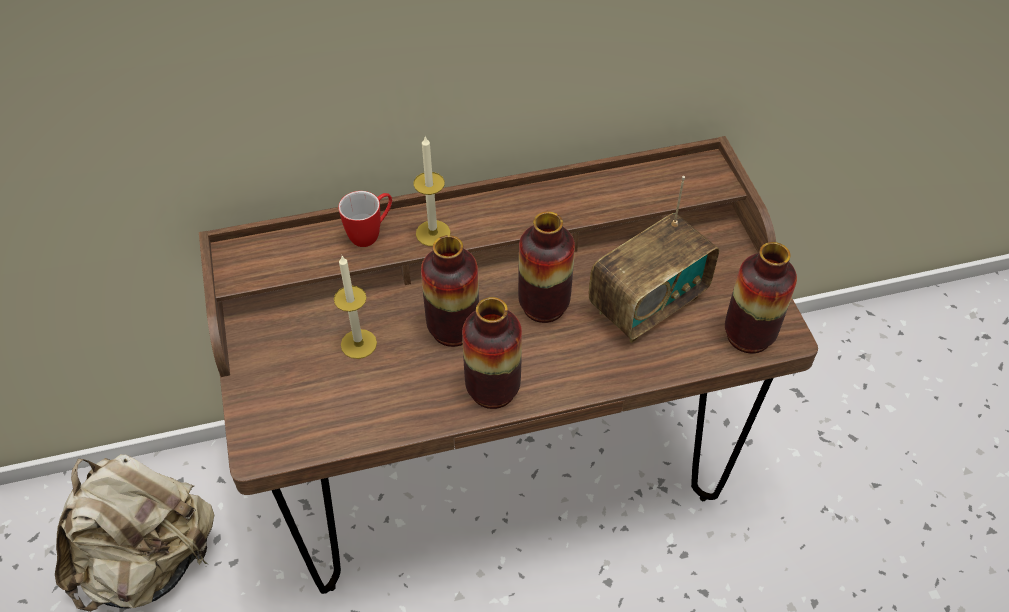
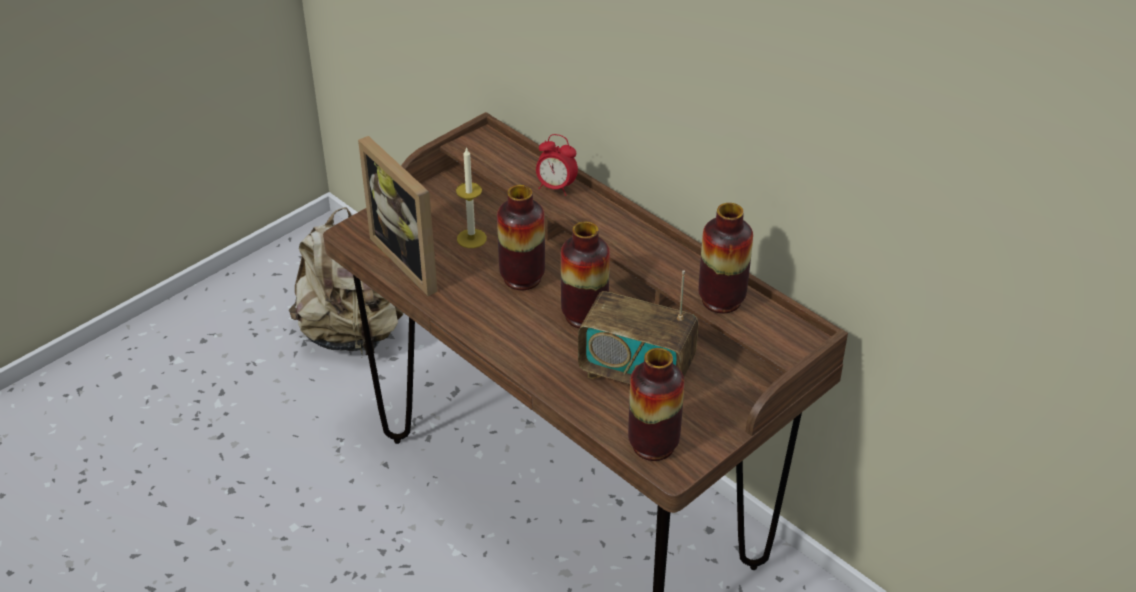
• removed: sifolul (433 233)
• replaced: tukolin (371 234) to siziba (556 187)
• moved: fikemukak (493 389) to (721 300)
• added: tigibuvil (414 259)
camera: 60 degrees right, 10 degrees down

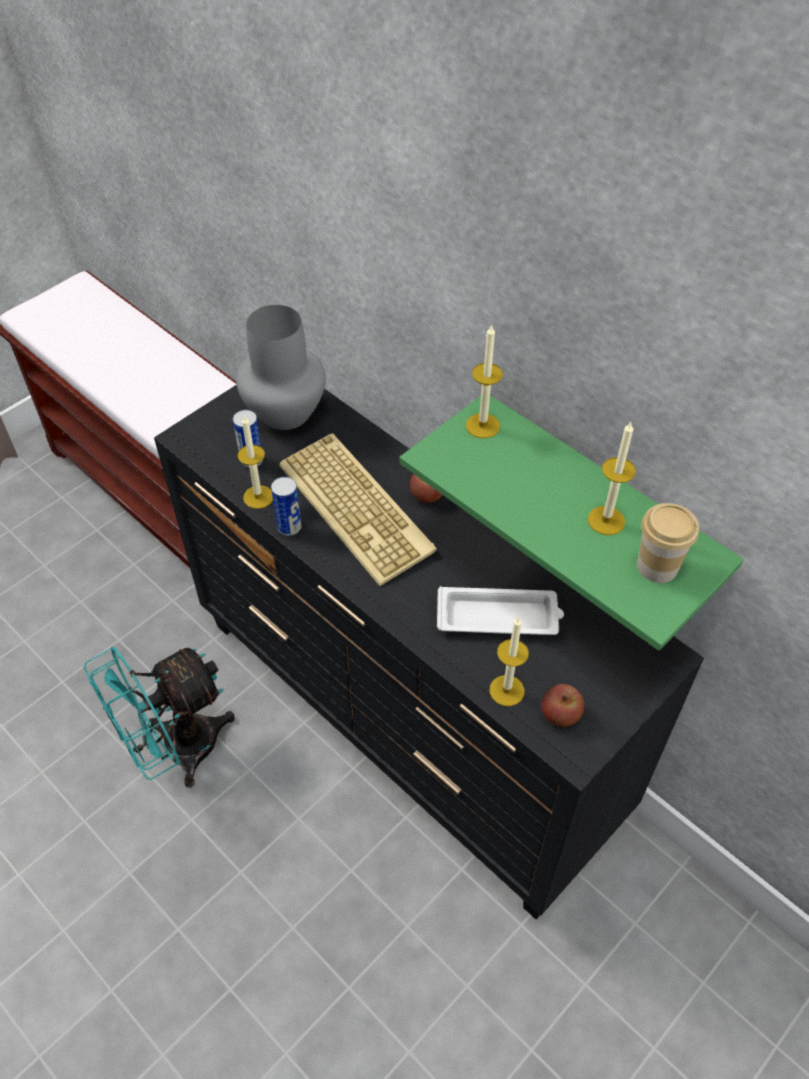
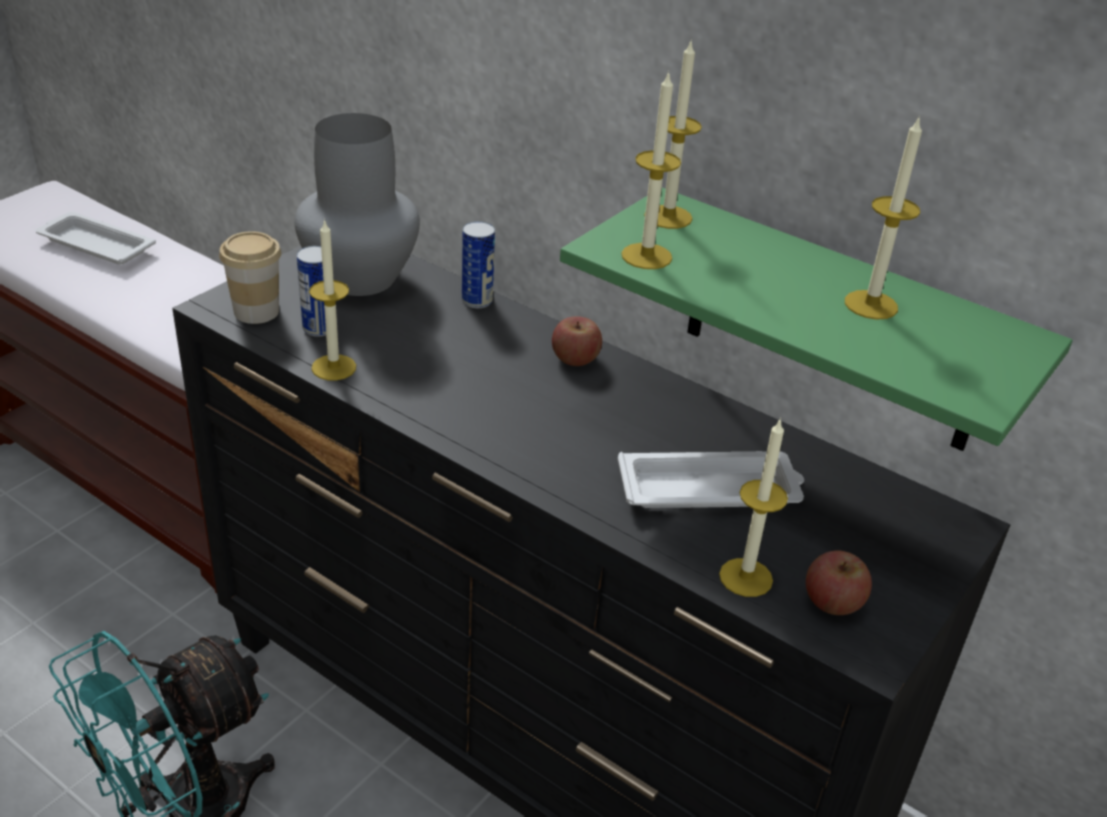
• removed: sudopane (359 508)
• moved: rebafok (289 527) to (477 301)
• moved: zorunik (657 566) to (256 311)
• added: sifolul (646 256)
• added: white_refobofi (95 245)
camera: 10 degrees left, 15 degrees down

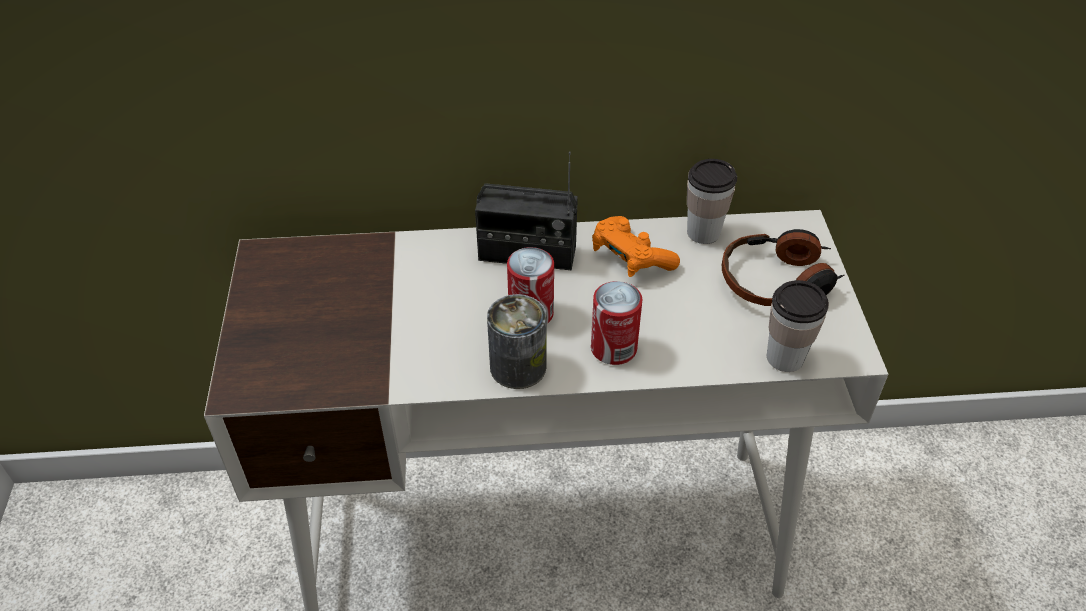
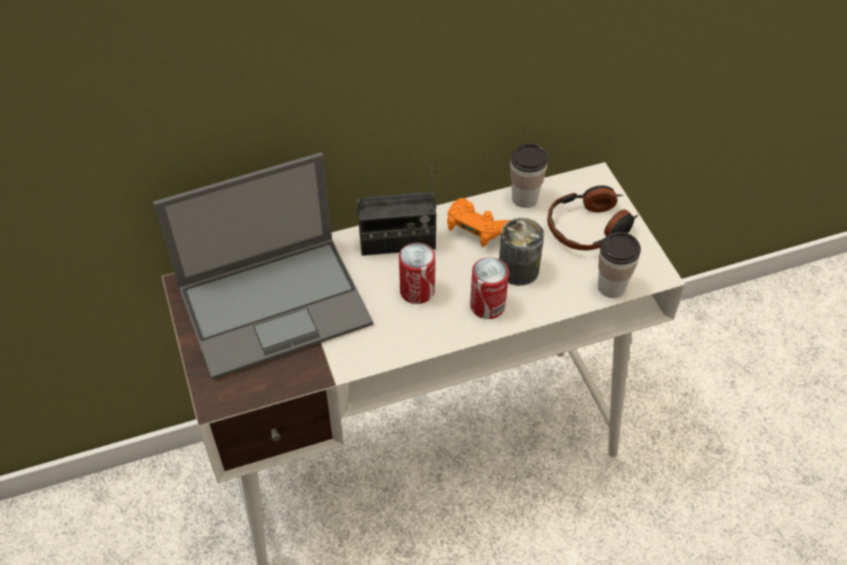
• moved: rebafok (518 367) to (518 269)
• added: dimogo (276 304)
camera: 15 degrees left, 5 degrees up

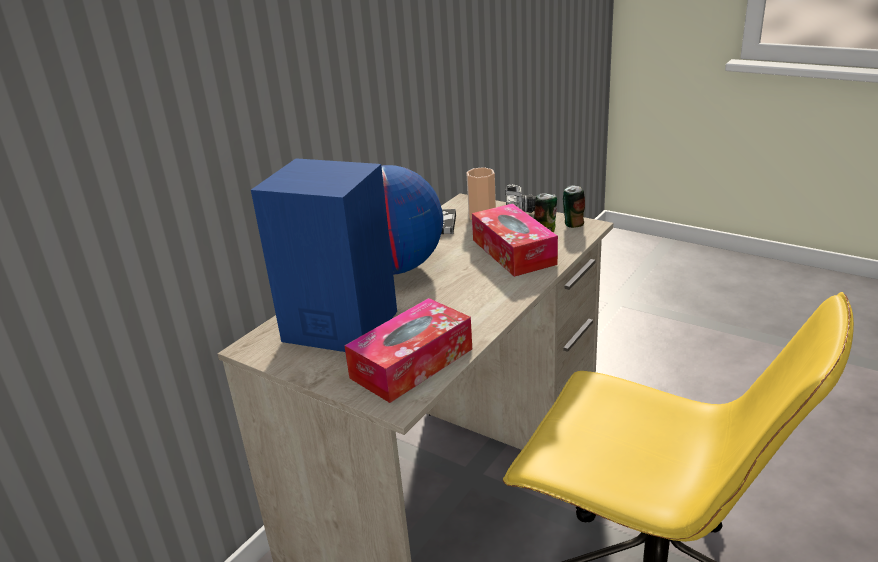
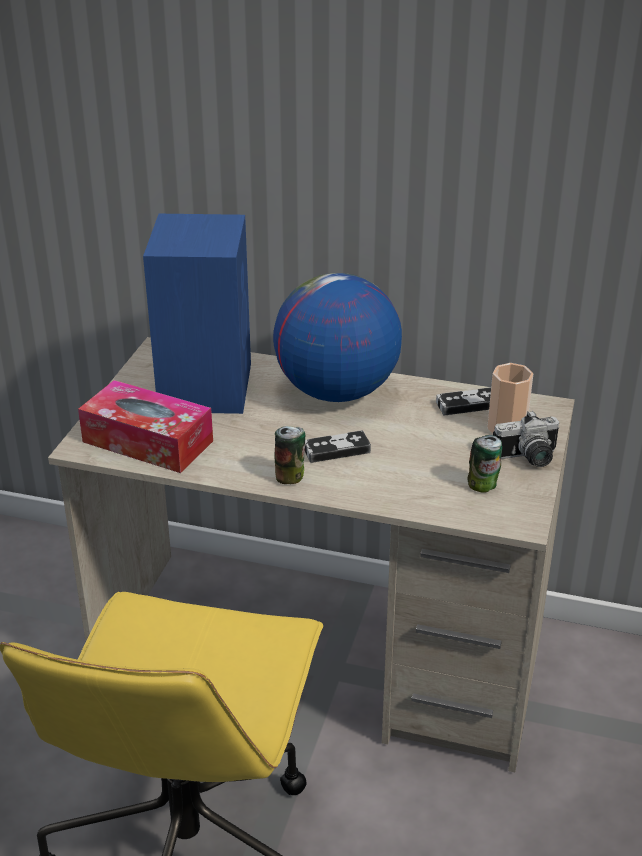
• moved: rebafok (573 224) to (290 477)
• removed: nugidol (513 252)
• added: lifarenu (336 450)
camera: 70 degrees right, 5 degrees up

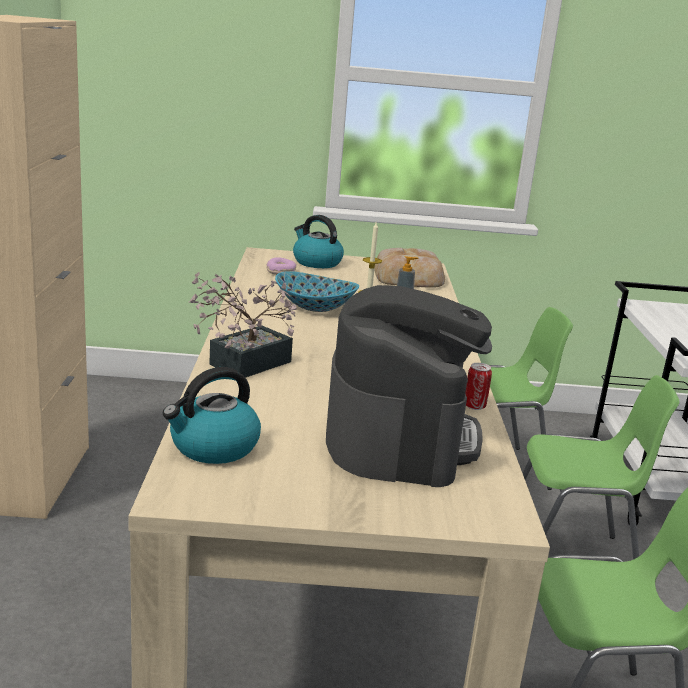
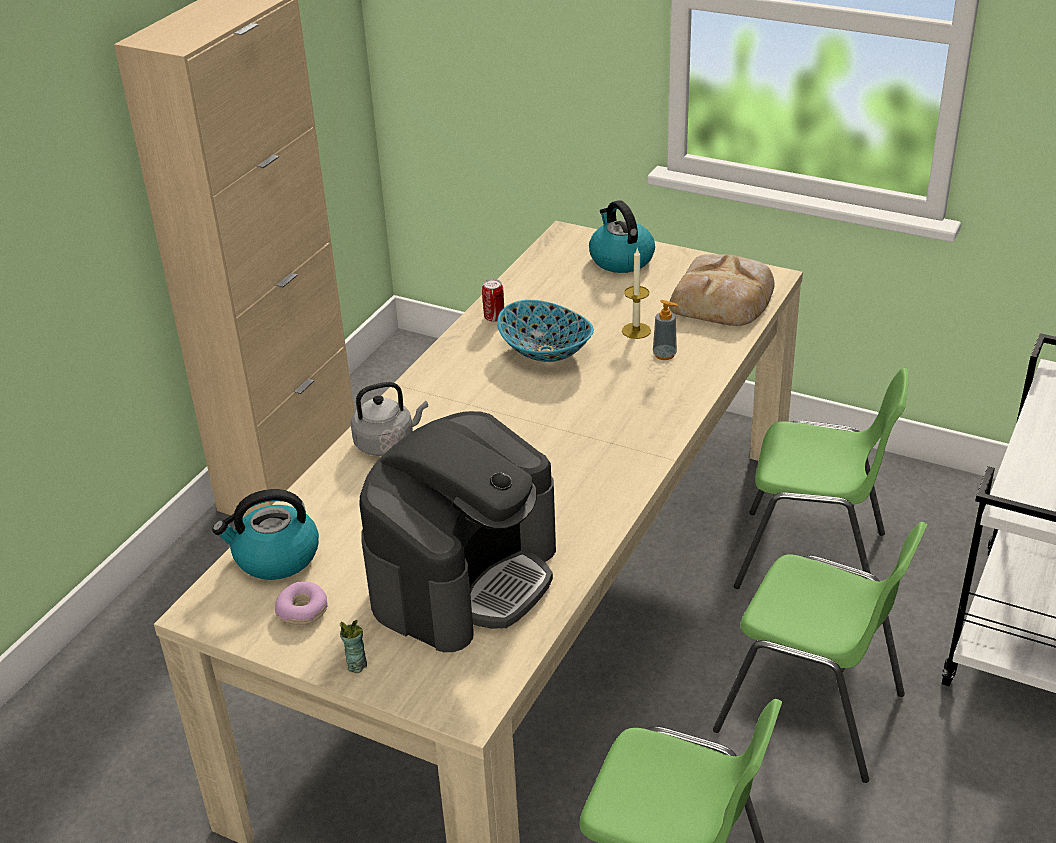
• moved: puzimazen (281 272) to (303 610)
• replaced: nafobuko (242 365) to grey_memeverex (387 443)
• moved: rebafok (474 406) to (494 317)
• added: zorunik (356 665)
camera: 30 degrees right, 15 degrees up

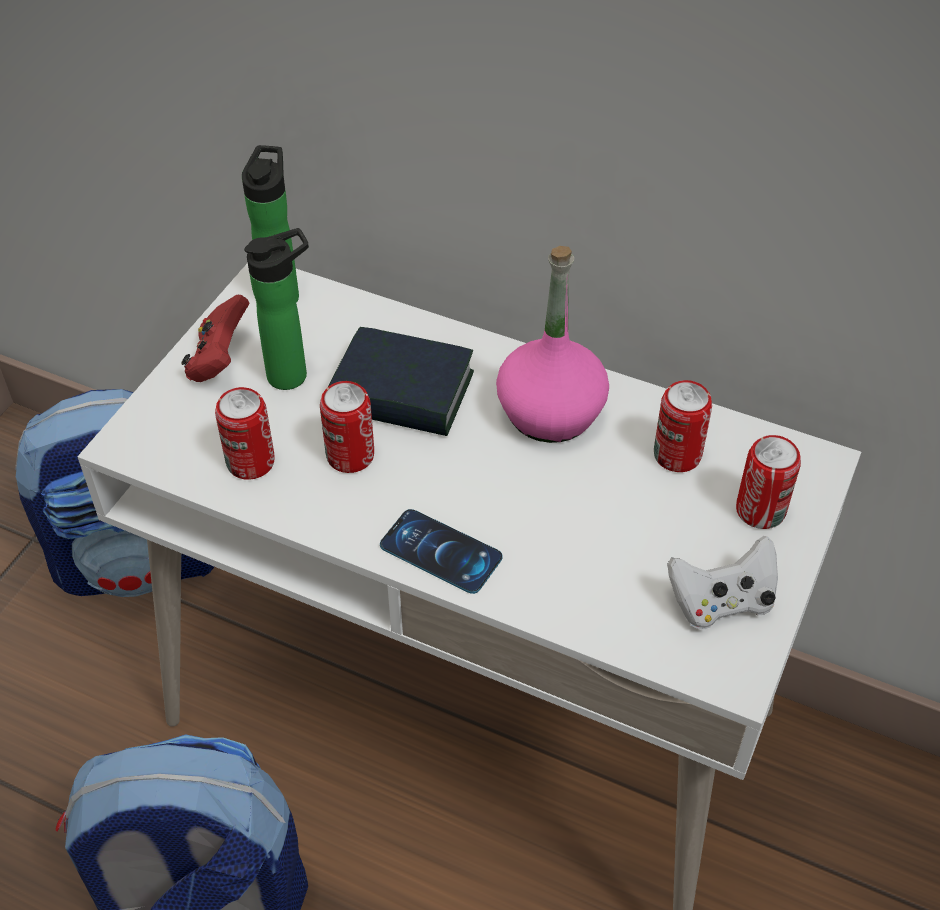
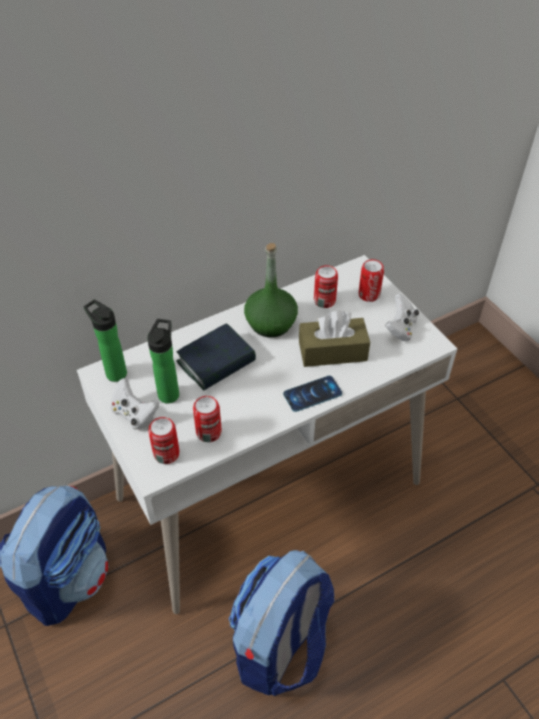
• recoloured: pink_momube (550 413) to green_momube (270 323)
• recoloured: red_lifarenu (219 360) to white_lifarenu (134 414)
• moved: rebafok (350 456) to (166 453)
• added: brown_nugidol (332 351)
camera: 55 degrees left, 0 degrees up

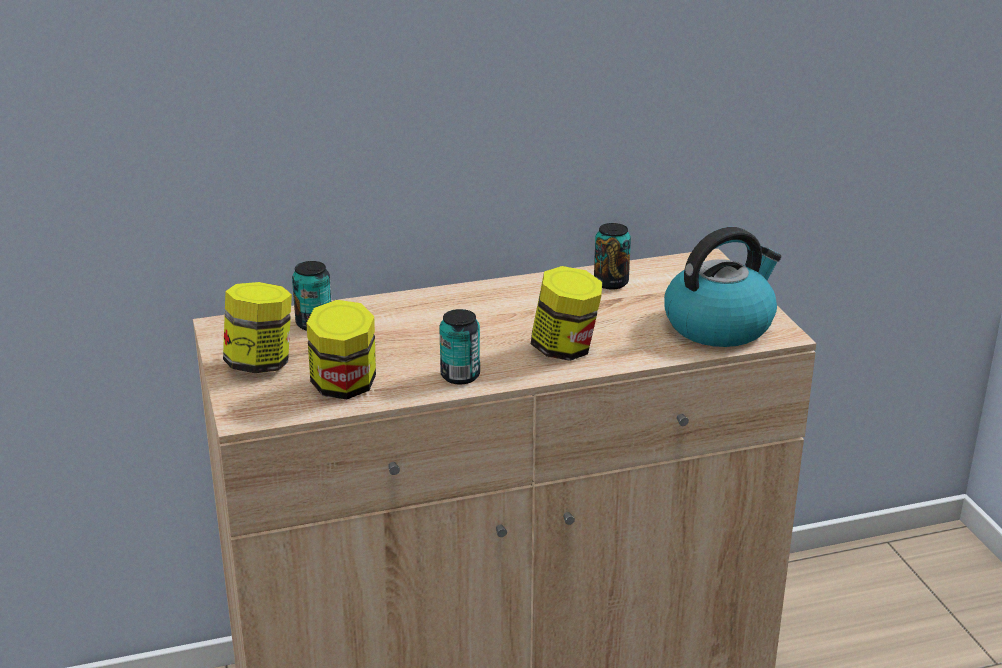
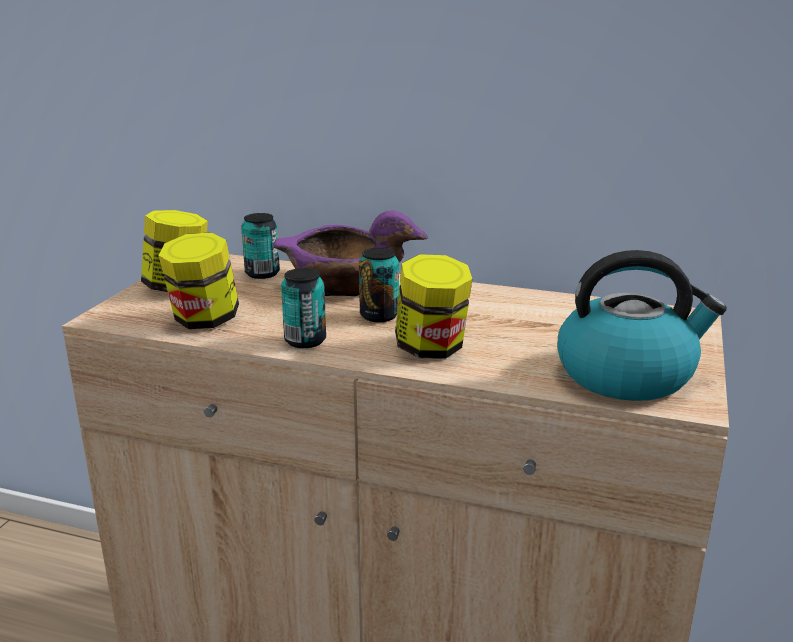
• moved: rebafok (611 283) to (379 315)
• added: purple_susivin (343 284)
camera: 35 degrees right, 5 degrees down

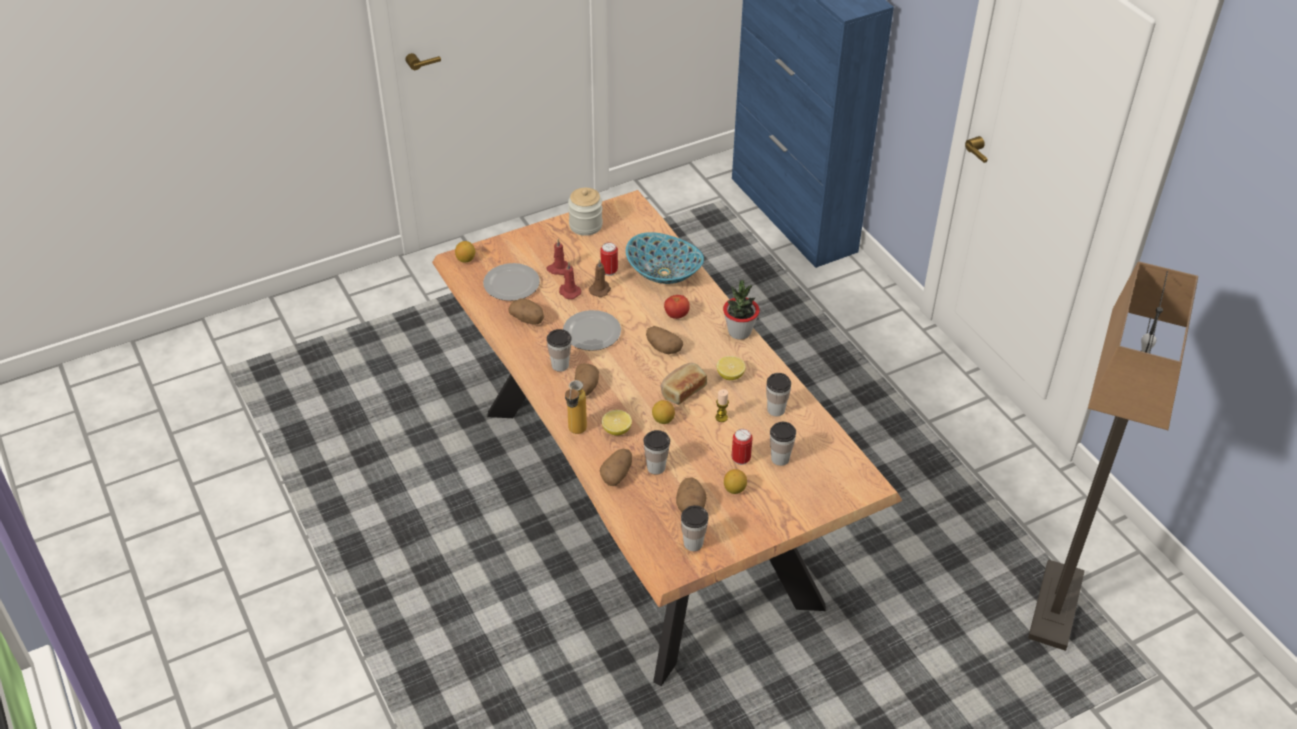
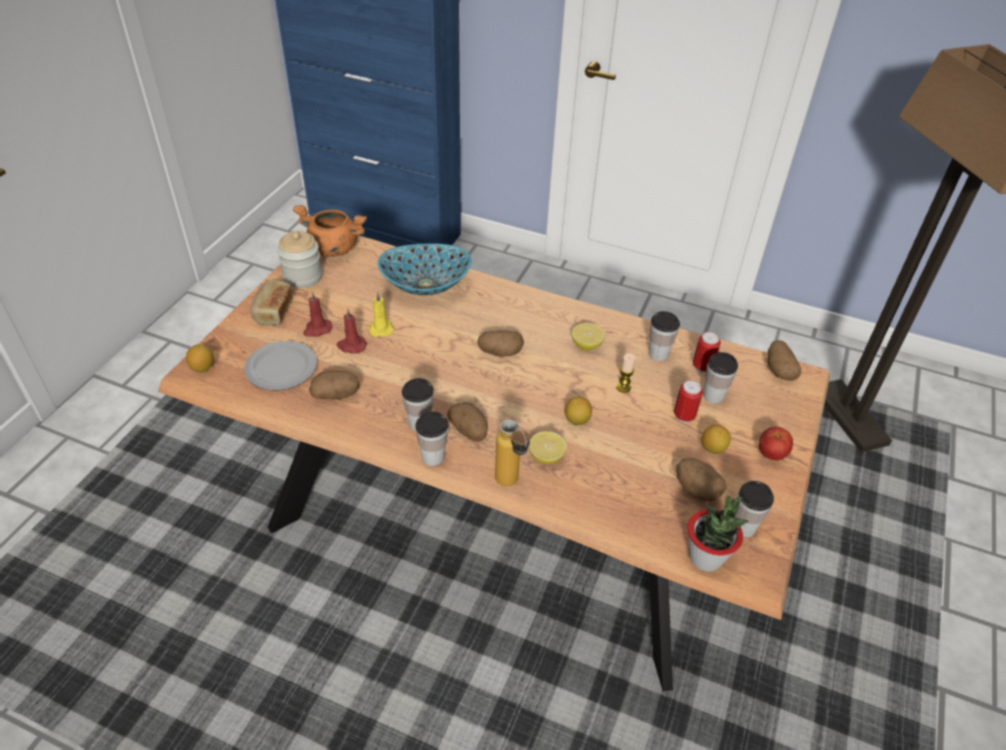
• moved: rebafok (609 271) to (702 367)
• recoloured: brown_sifolul (600 289) to yellow_sifolul (381 328)
• moved: nafobuko (739 332) to (706 558)
• moved: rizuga (676 315) to (771 453)
• removed: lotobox (590 332)
• moved: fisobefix (682 390) to (272 311)
• moved: zorunik (656 467) to (433 457)
• moved: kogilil (617 474) to (778 370)
• added: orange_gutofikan (333 248)
camera: 40 degrees left, 0 degrees up

